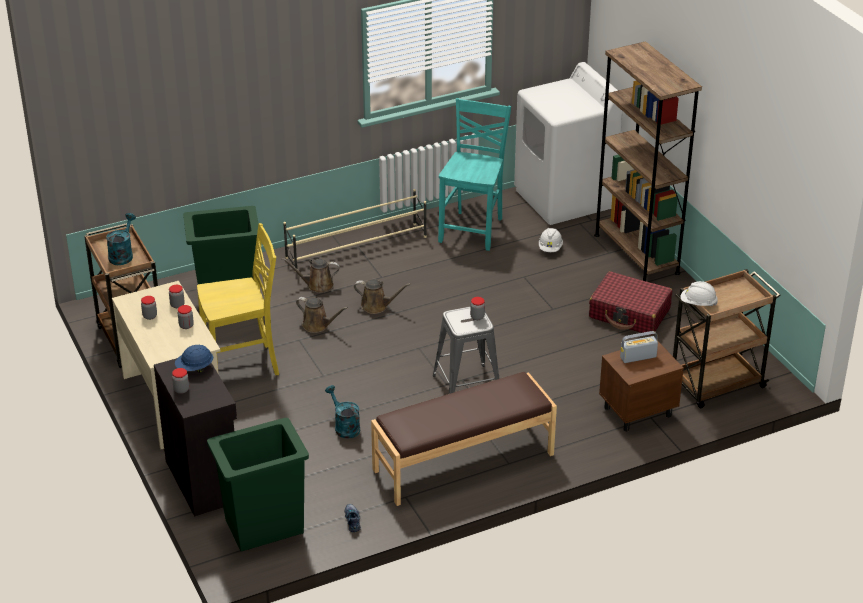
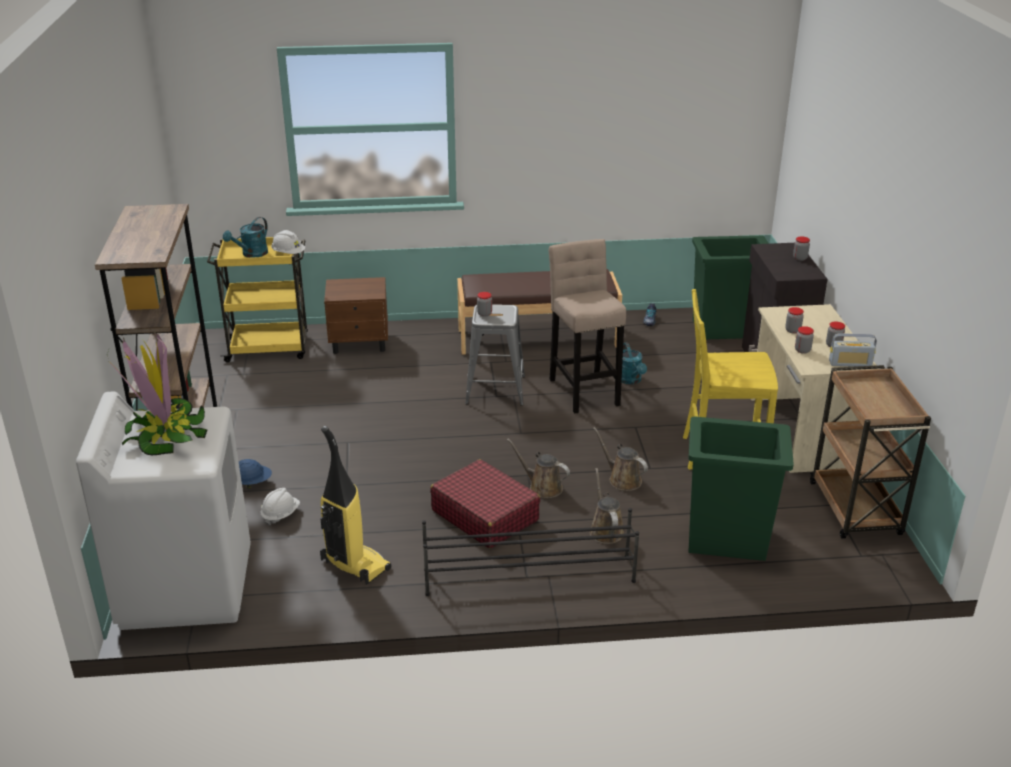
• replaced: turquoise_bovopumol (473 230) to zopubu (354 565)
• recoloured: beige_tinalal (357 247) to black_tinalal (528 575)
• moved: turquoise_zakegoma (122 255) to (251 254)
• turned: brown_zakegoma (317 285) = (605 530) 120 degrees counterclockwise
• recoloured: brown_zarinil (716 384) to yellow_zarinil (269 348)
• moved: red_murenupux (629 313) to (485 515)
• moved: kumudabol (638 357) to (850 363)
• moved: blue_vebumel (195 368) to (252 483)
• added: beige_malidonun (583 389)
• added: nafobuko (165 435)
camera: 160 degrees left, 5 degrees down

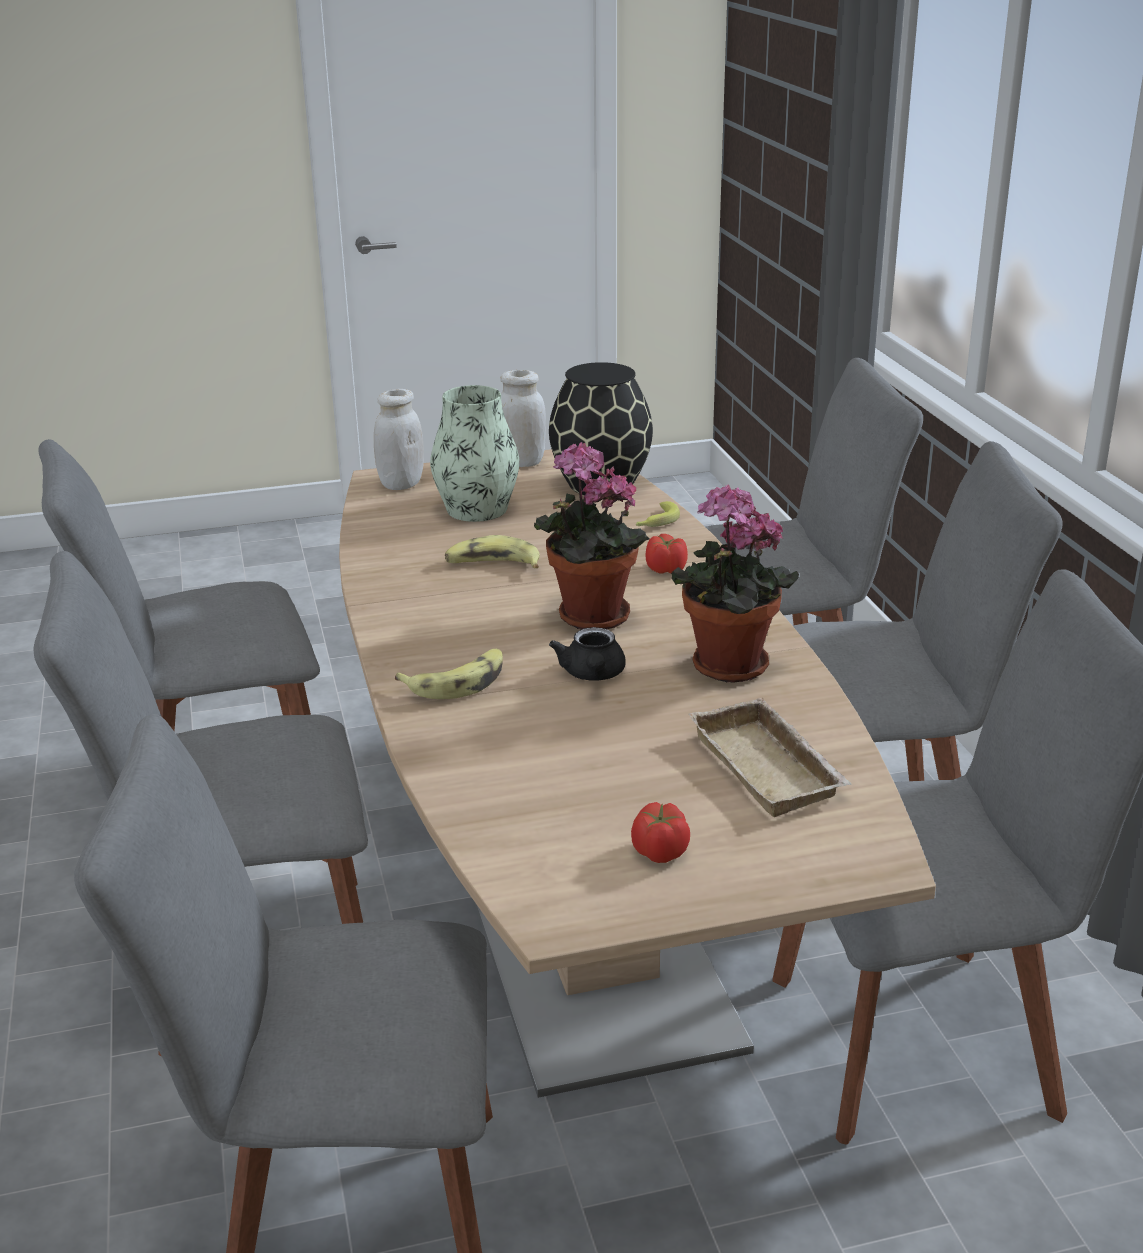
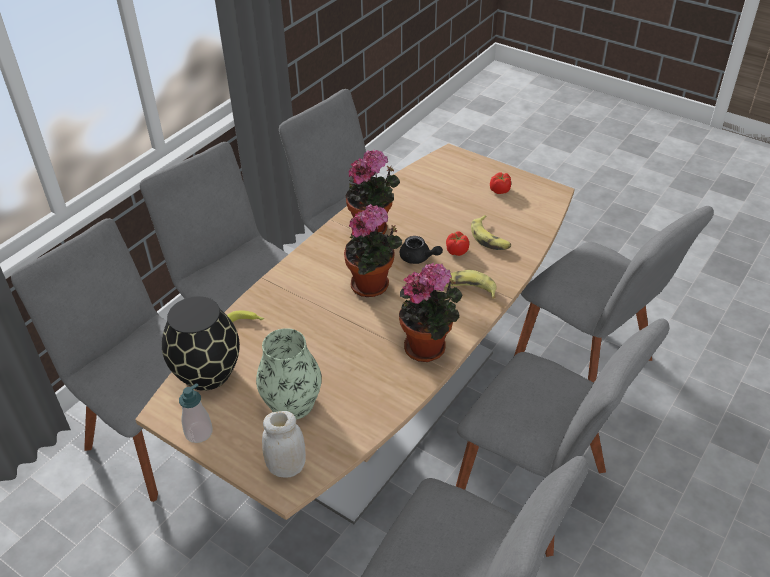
• replaced: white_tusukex (522 462) to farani (199 432)
• moved: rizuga (666 569) to (457 251)
• moved: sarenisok (493 565) to (490 238)
• turned: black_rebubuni (592 675) = (418 258) 75 degrees clockwise
• removed: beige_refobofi (771 767)
• added: nafobuko (429 347)
camera: 130 degrees left, 15 degrees up

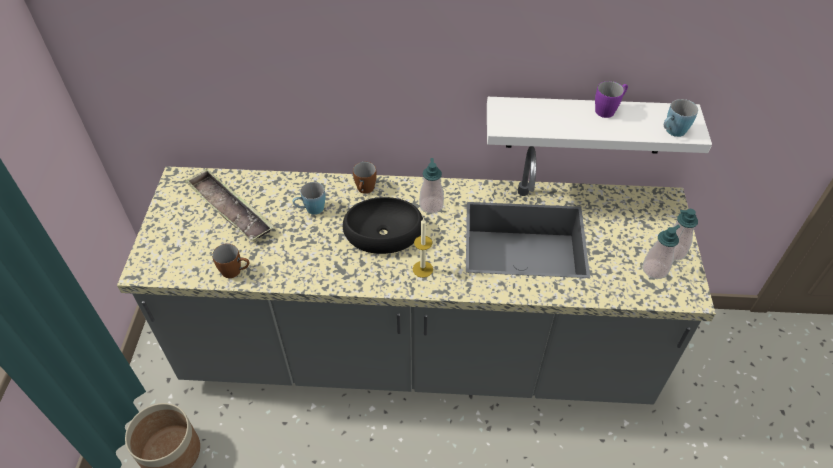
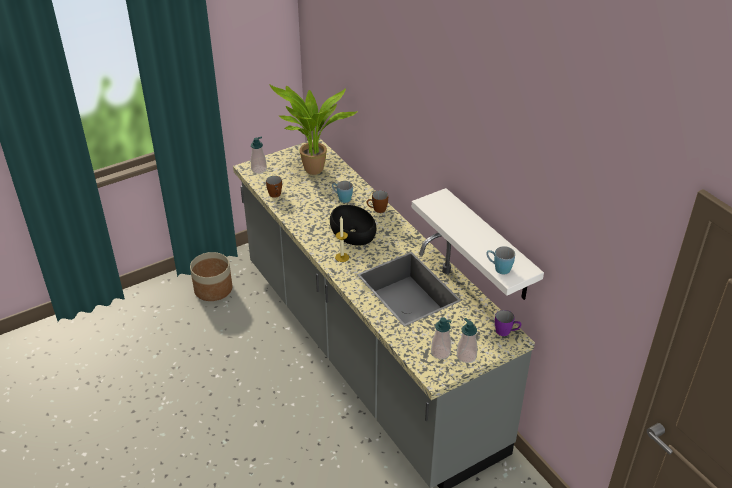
• moved: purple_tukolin (608 109) to (506 332)
• moved: farani (431 205) to (259 169)
• replaced: refobofi (230 209) to nafobuko (313 172)
camera: 55 degrees right, 10 degrees down

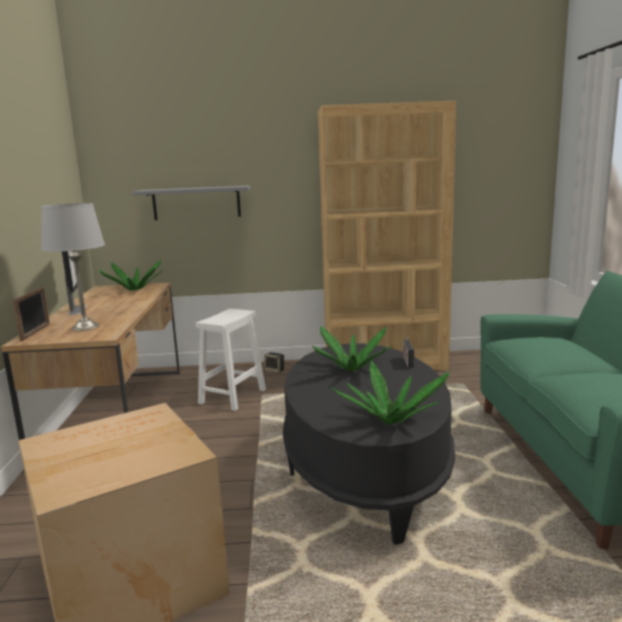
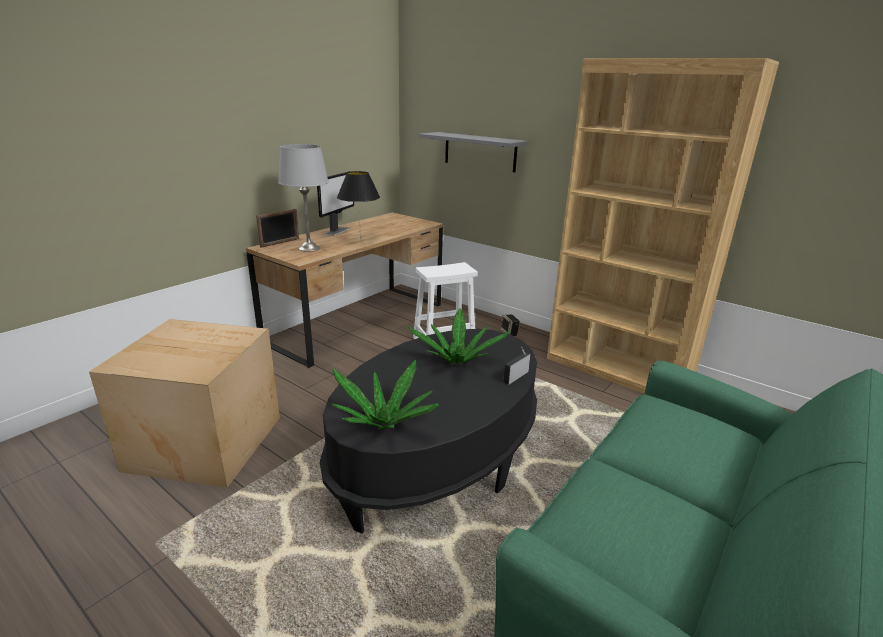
• removed: nafobuko (134 290)
• added: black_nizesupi (360 240)
camera: 40 degrees right, 10 degrees up

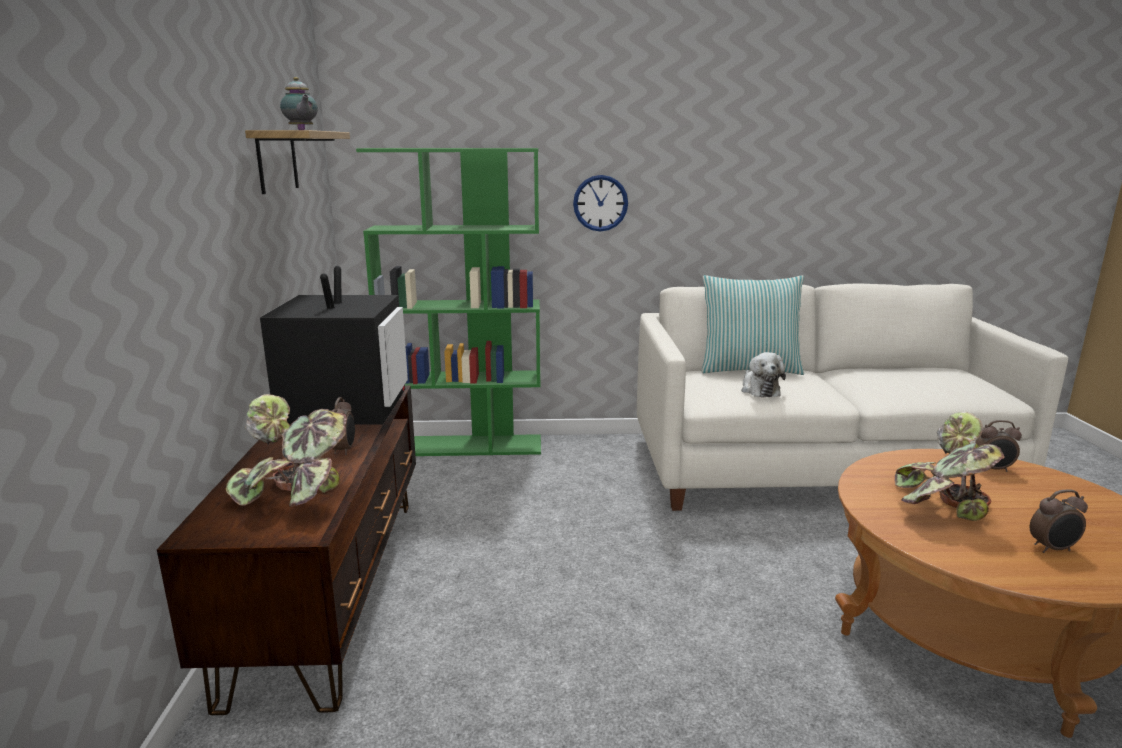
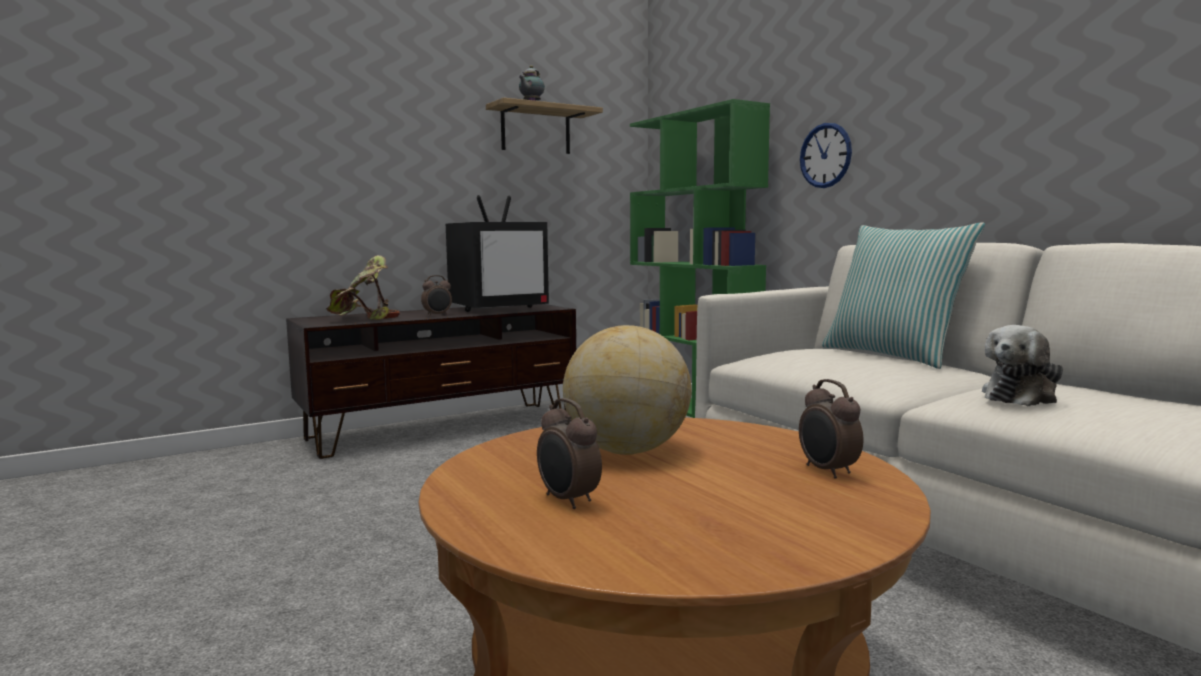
• moved: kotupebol (759 389) to (1021 397)
• replaced: nafobuko (939 506) to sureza (626 451)
camera: 60 degrees right, 10 degrees down

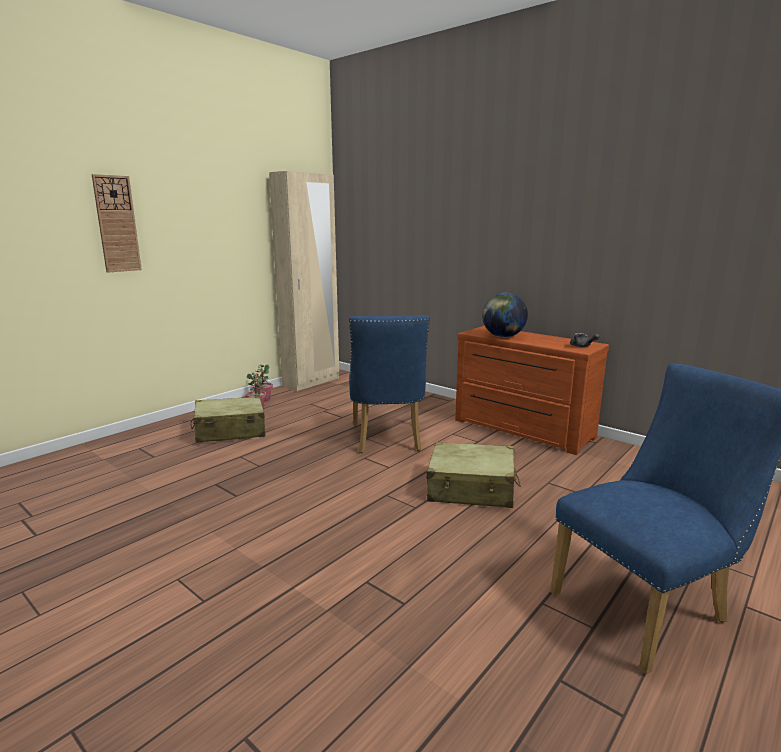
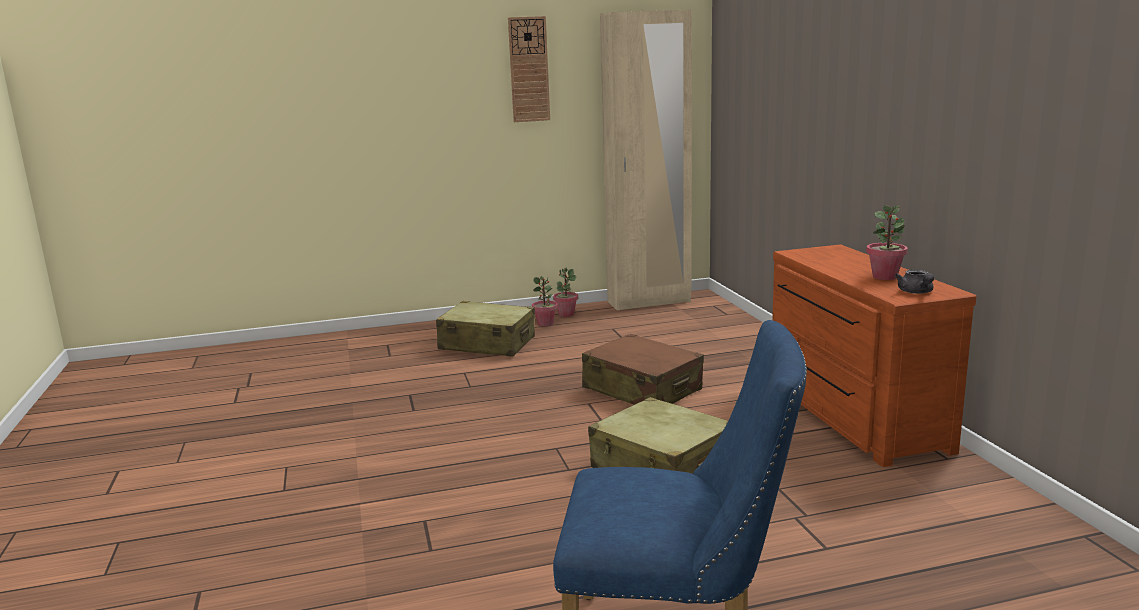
• moved: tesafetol (117 224) to (529 69)
• removed: sureza (503 336)
• replaced: blue_bovopumol (386 440) to brown_murenupux (642 389)
• added: nafobuko (885 277)
camera: 35 degrees right, 0 degrees up

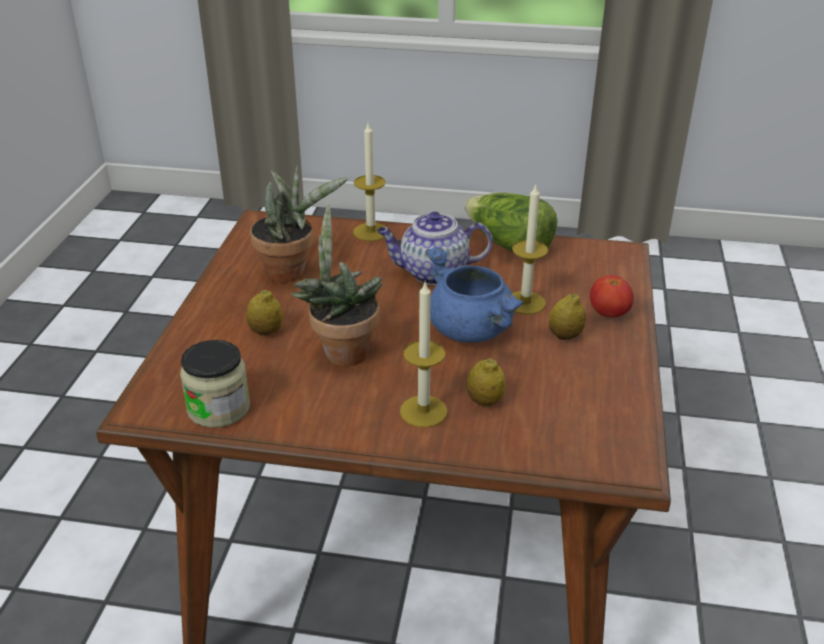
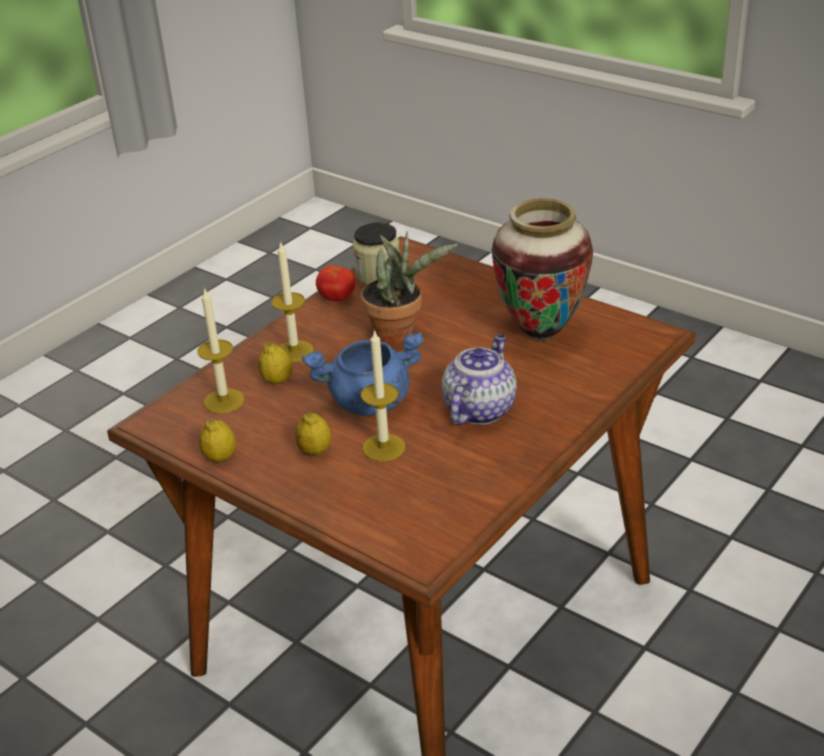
• moved: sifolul (371 232) to (224 401)
• replaced: nafobuko (291 272) to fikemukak (541 333)
• removed: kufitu (508 245)
• moved: rizuga (608 314) to (337 298)
• moved: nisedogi (266 331) to (220 458)
camera: 120 degrees right, 0 degrees up

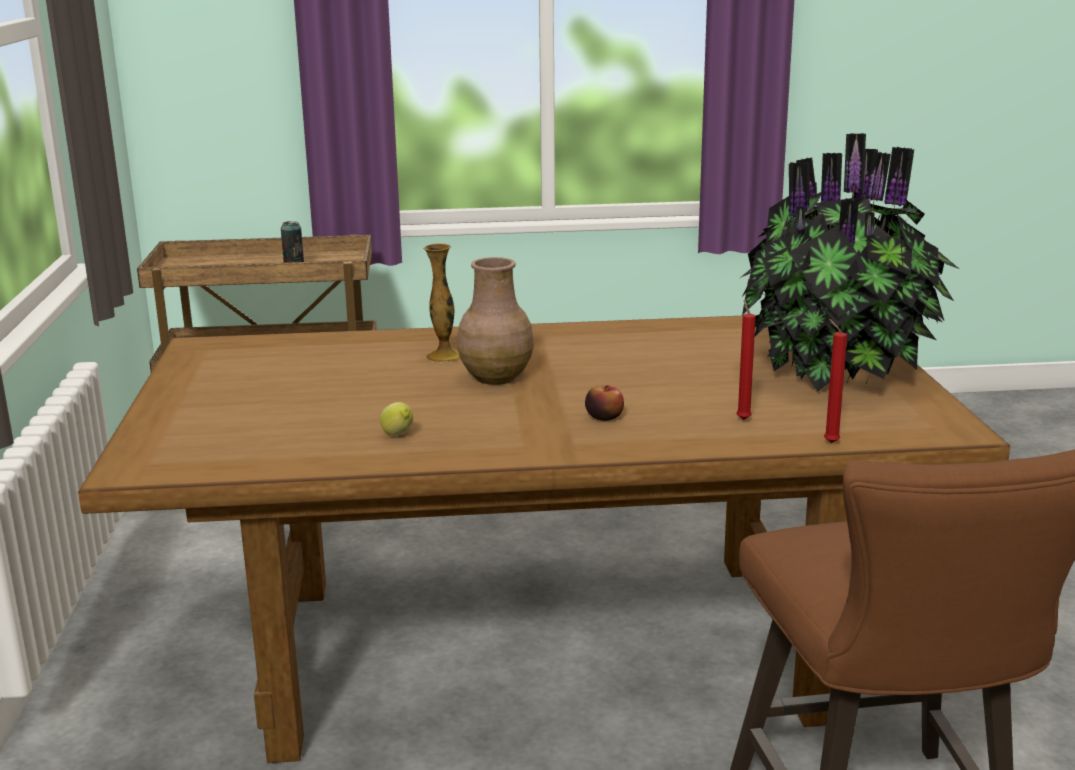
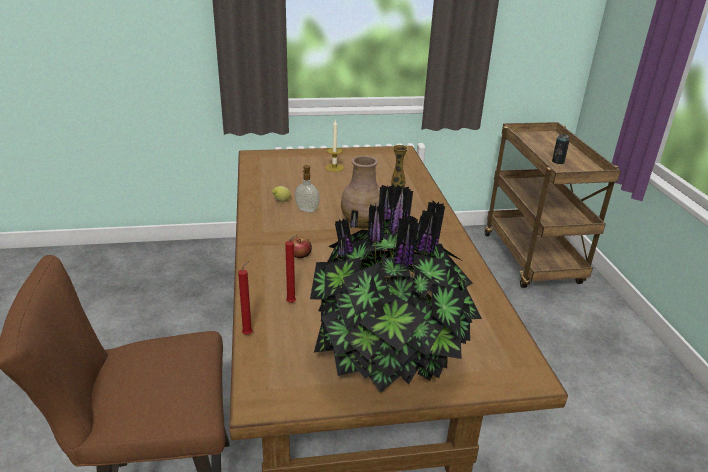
• added: sifolul (334 167)
• added: farani (306 210)
camera: 85 degrees right, 10 degrees up

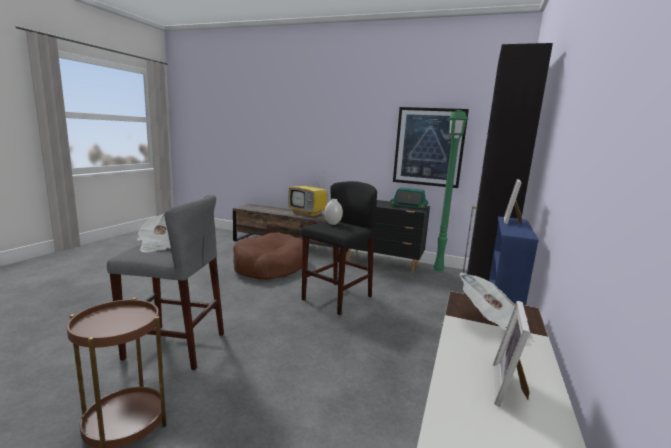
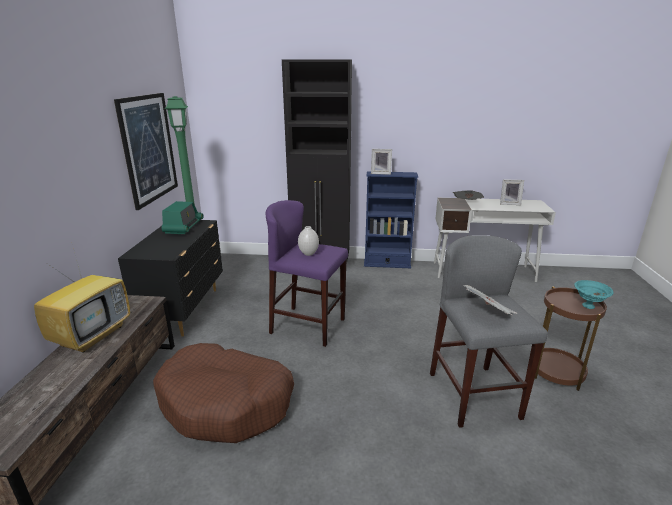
• recoloured: black_malidonun (336 298) to purple_malidonun (308 326)
• added: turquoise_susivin (589 306)
camera: 105 degrees left, 10 degrees up

